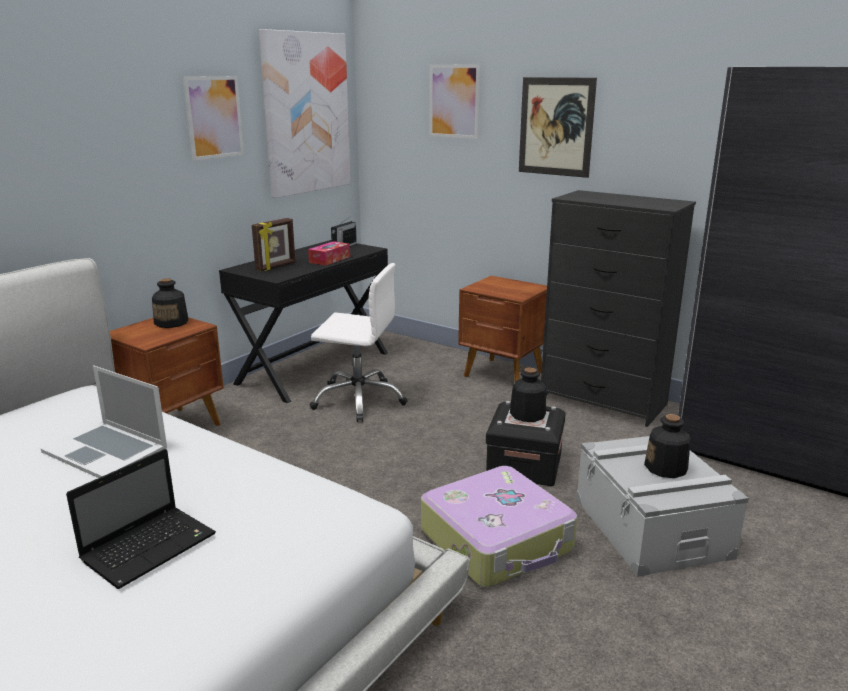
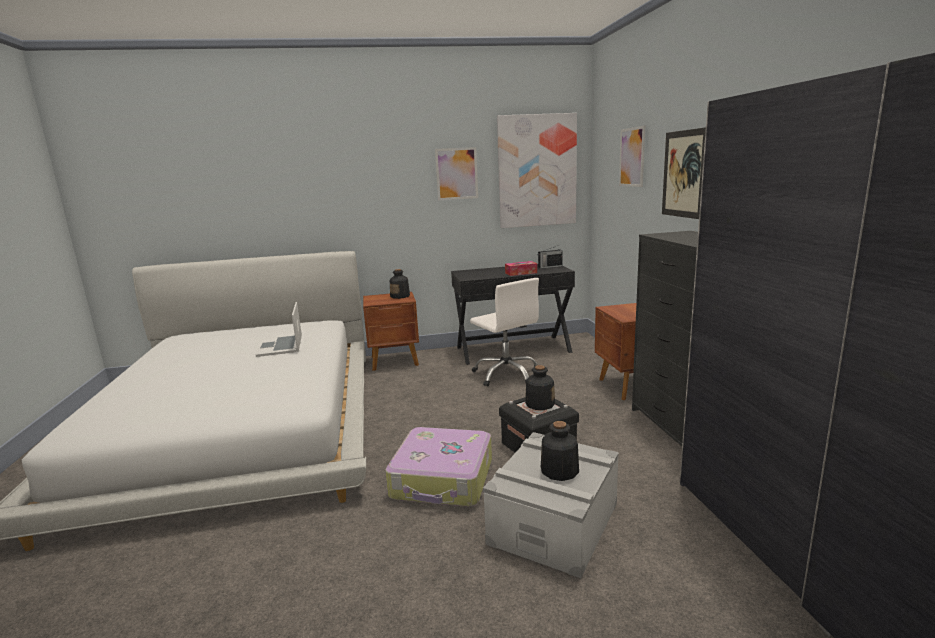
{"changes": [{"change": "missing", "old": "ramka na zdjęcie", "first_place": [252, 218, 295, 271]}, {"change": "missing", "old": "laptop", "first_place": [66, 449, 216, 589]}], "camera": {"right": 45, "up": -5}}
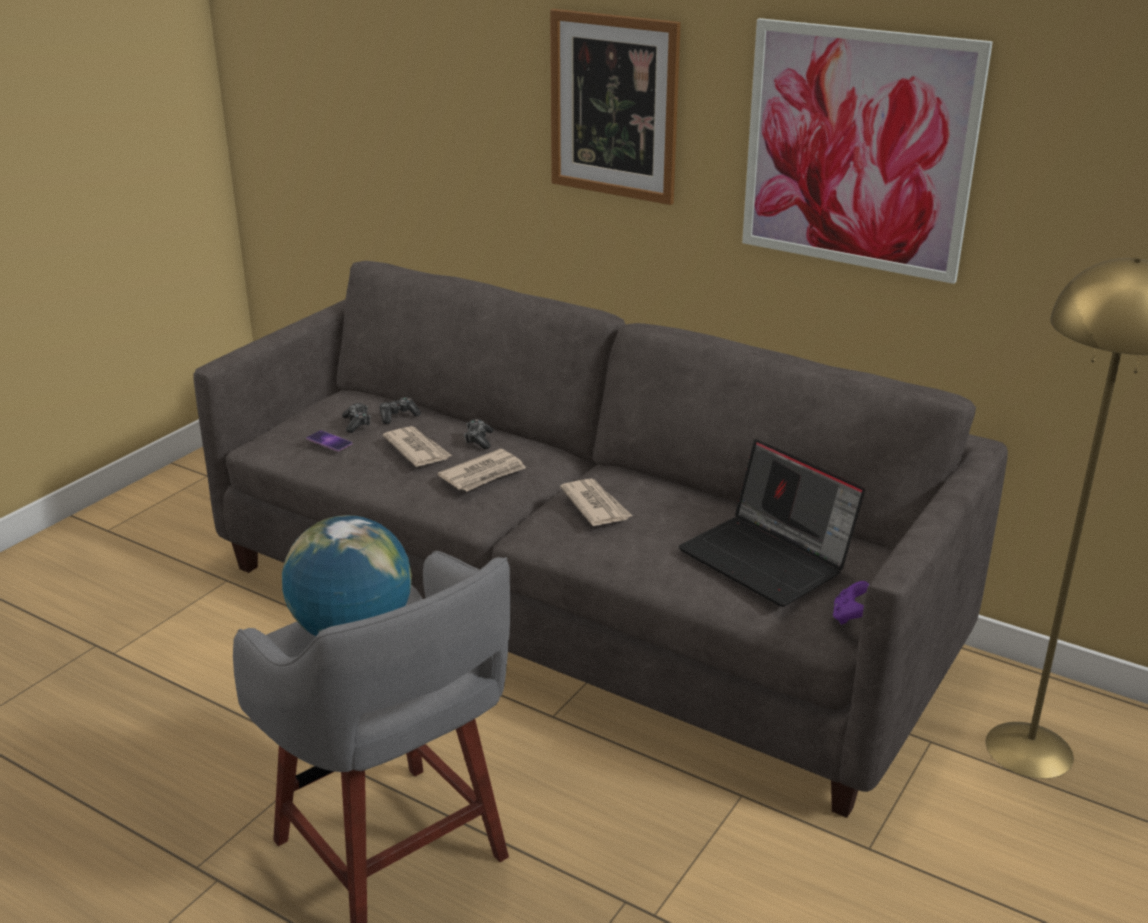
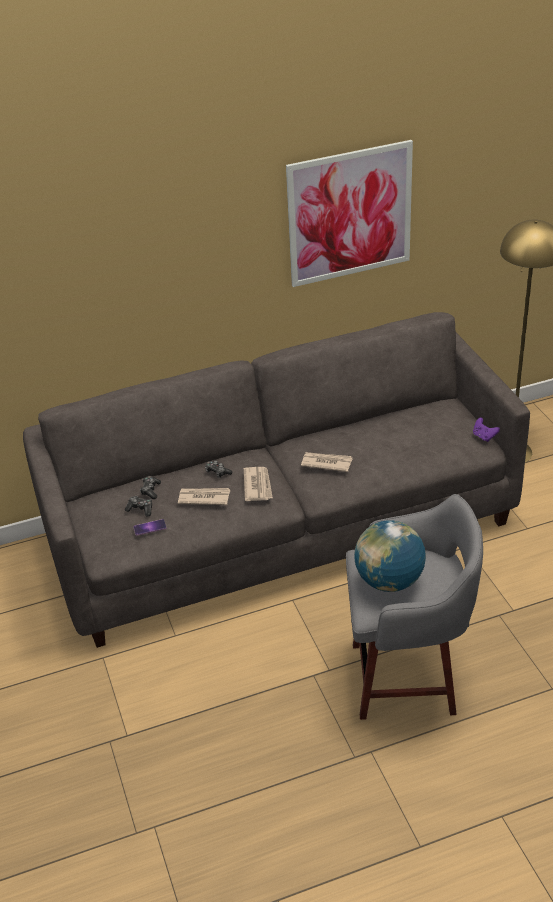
{"changes": [{"change": "missing", "old": "obraz", "first_place": [550, 9, 681, 205]}, {"change": "missing", "old": "laptop", "first_place": [678, 439, 865, 607]}], "camera": {"right": -50, "up": 10}}
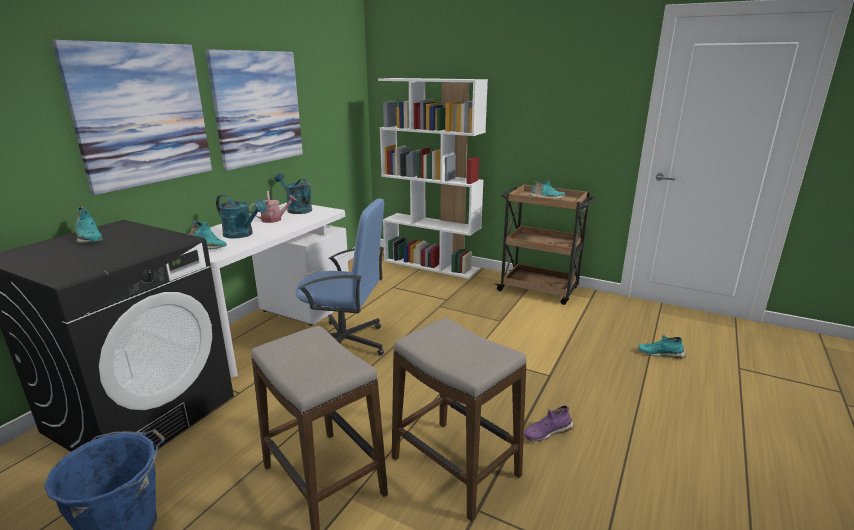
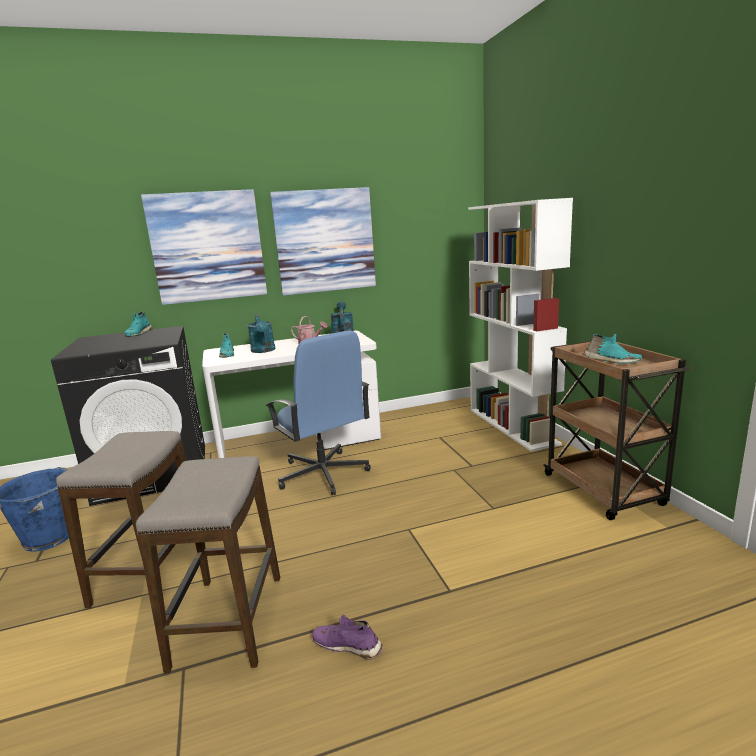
{"changes": [{"change": "missing", "old": "but (turkusowy)", "first_place": [638, 334, 686, 359]}], "camera": {"right": 45, "up": -5}}
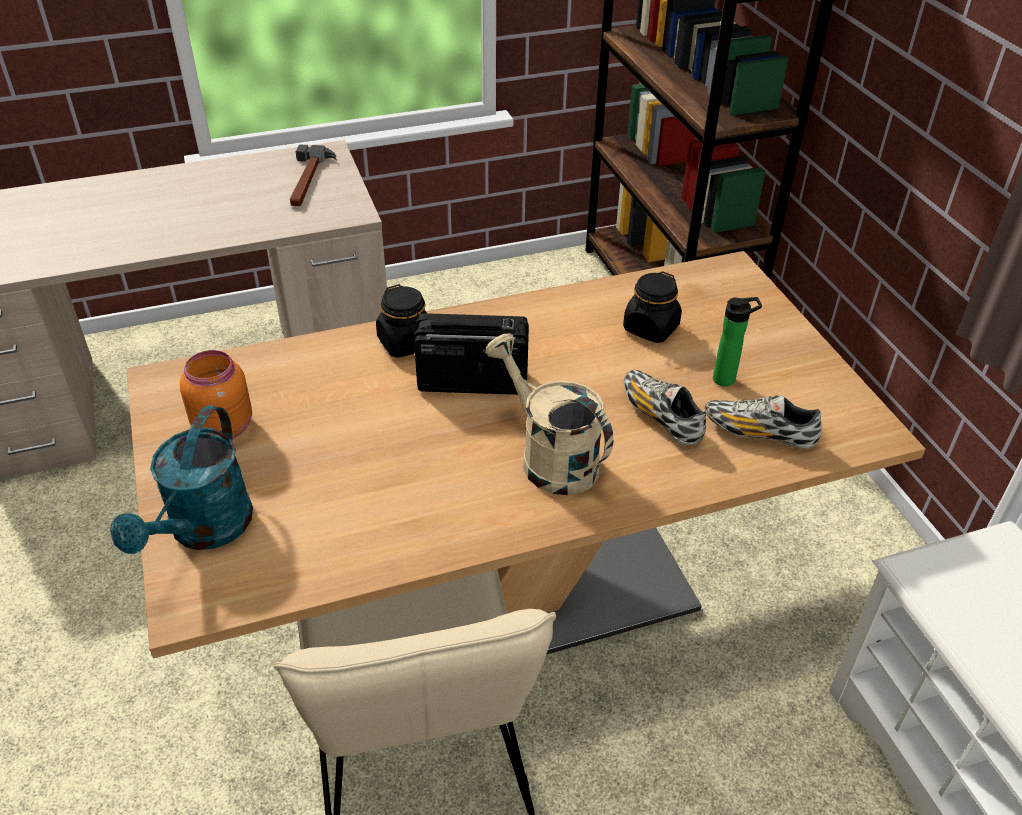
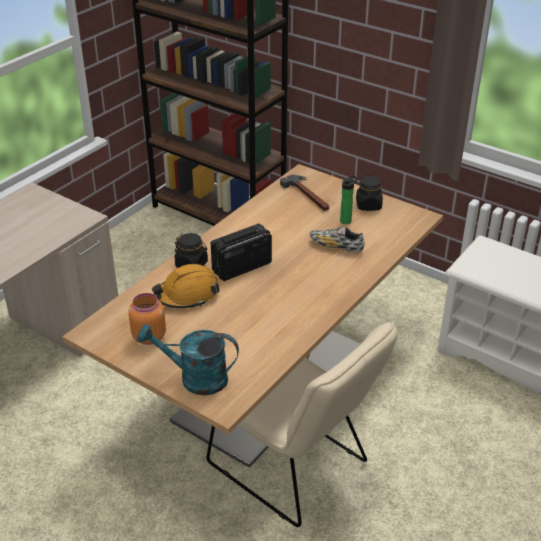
{"changes": [{"change": "relocated", "old": "młotek", "first_place": [290, 144, 337, 206], "second_place": [280, 174, 329, 211]}, {"change": "relocated", "old": "słoik (czarny)", "first_place": [623, 271, 682, 343], "second_place": [356, 175, 383, 211]}, {"change": "missing", "old": "konewka (beżowy)", "first_place": [485, 333, 614, 495]}, {"change": "missing", "old": "but", "first_place": [705, 395, 822, 449]}, {"change": "spun", "old": "konewka (turkusowy)", "first_place": [110, 405, 253, 554], "second_place": [137, 324, 239, 395], "degrees": 120}, {"change": "appeared", "new": "kask (pomarańczowy)", "second_place": [152, 264, 219, 308]}], "camera": {"right": -35, "up": -5}}
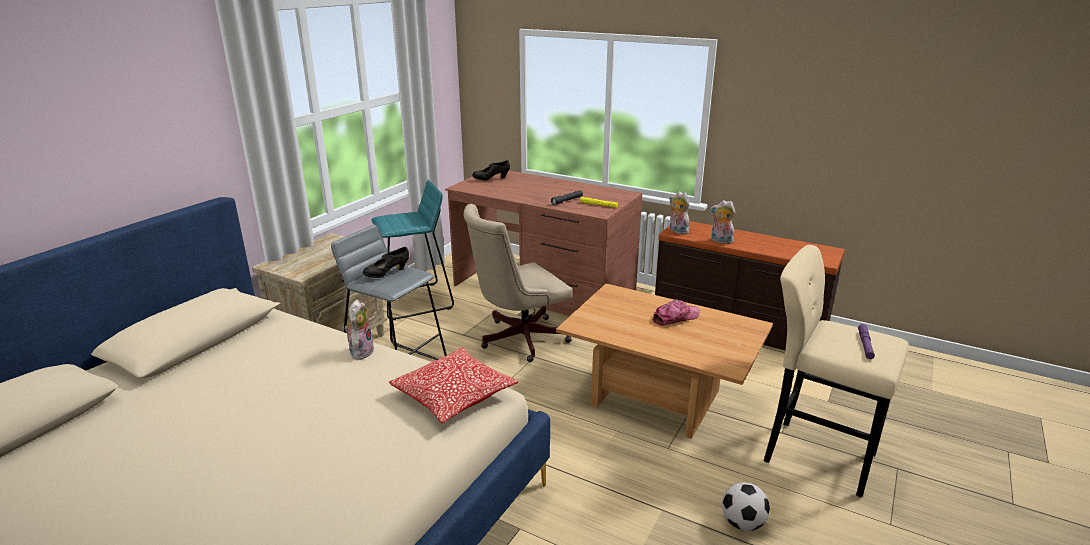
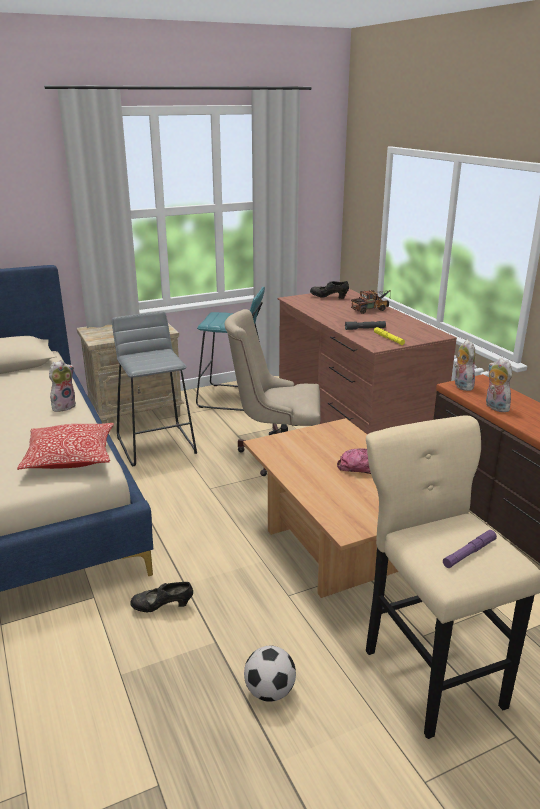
{"changes": [{"change": "relocated", "old": "but (czarny)", "first_place": [363, 247, 409, 278], "second_place": [130, 582, 193, 612]}, {"change": "appeared", "new": "ciężarówka zabawkowa", "second_place": [351, 290, 391, 314]}], "camera": {"right": 35, "up": 0}}
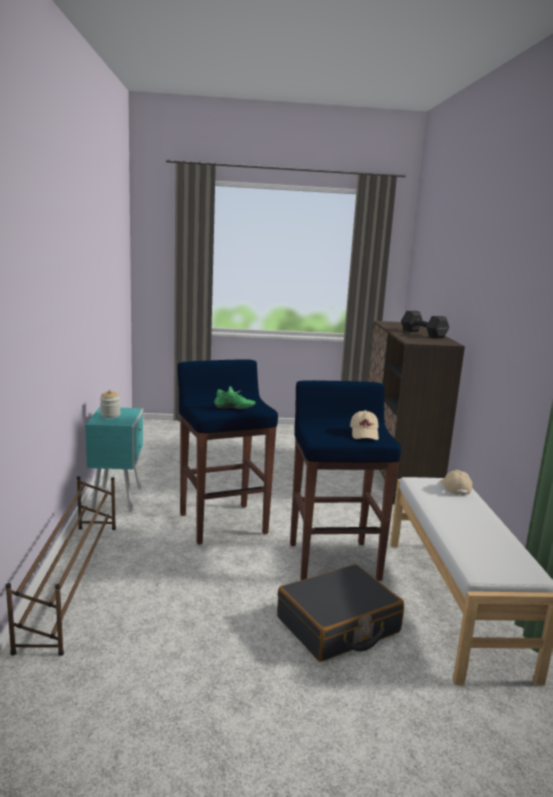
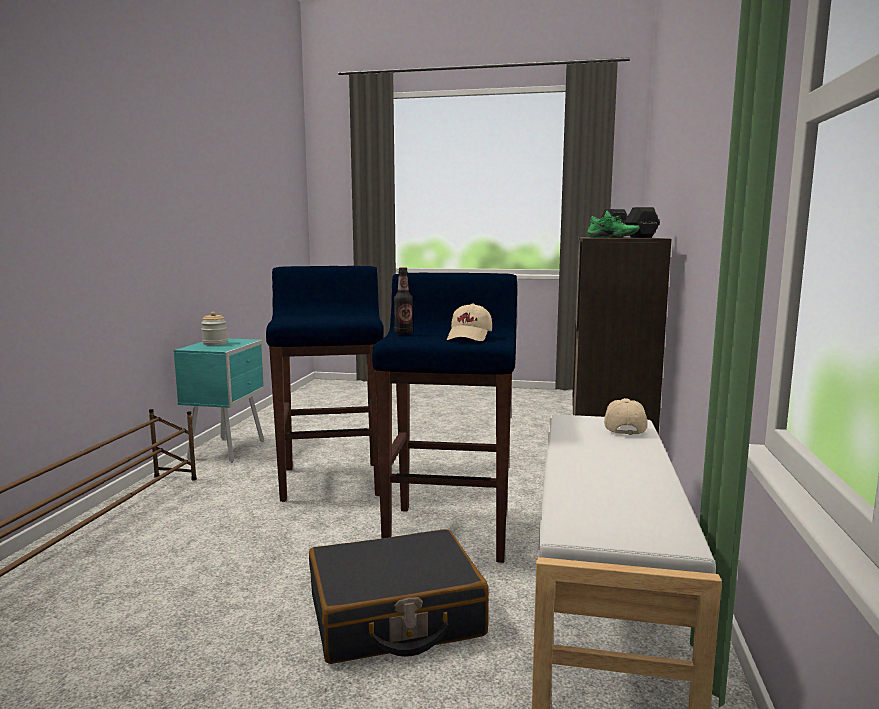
{"changes": [{"change": "relocated", "old": "but (zielony)", "first_place": [214, 386, 255, 409], "second_place": [587, 211, 639, 238]}, {"change": "appeared", "new": "butelka", "second_place": [394, 267, 413, 334]}], "camera": {"right": 15, "up": -5}}
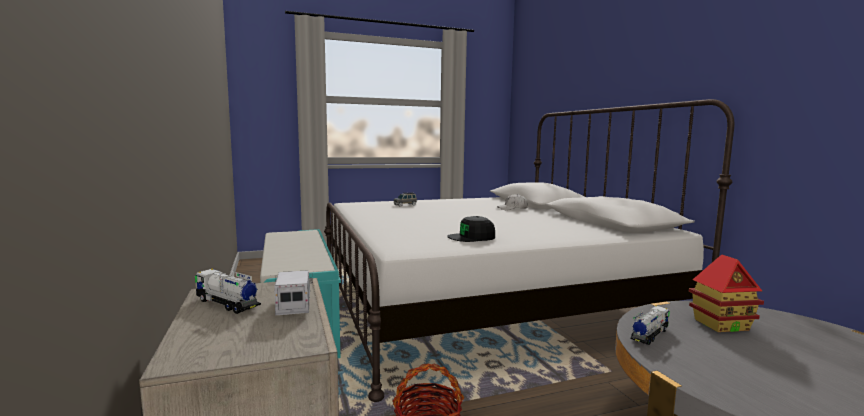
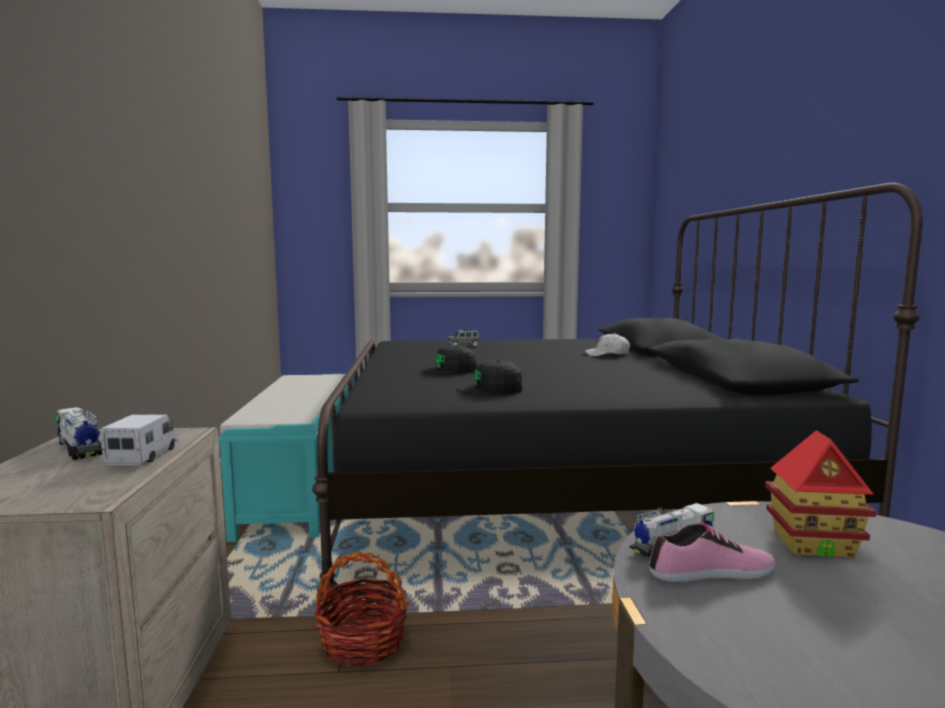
{"changes": [{"change": "colour", "old": "łóżko (biały)", "new": "łóżko (czarny)", "first_place": [324, 99, 735, 402], "second_place": [312, 183, 923, 596]}, {"change": "appeared", "new": "czapka z daszkiem (czarny)", "second_place": [421, 345, 477, 375]}, {"change": "appeared", "new": "but", "second_place": [650, 523, 776, 582]}], "camera": {"right": 15, "up": 0}}
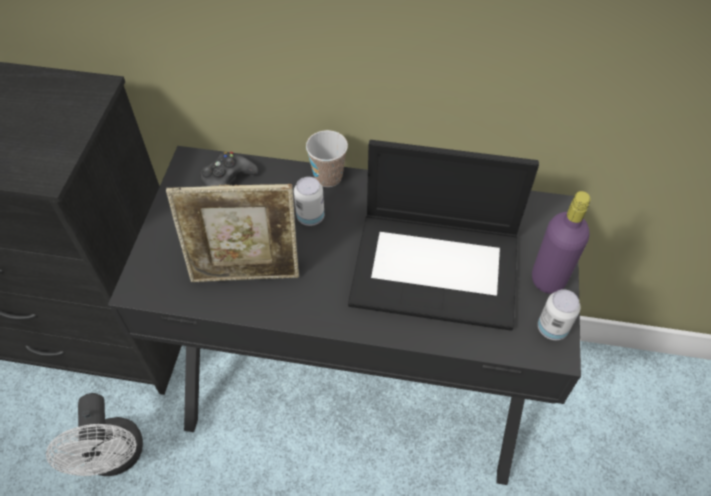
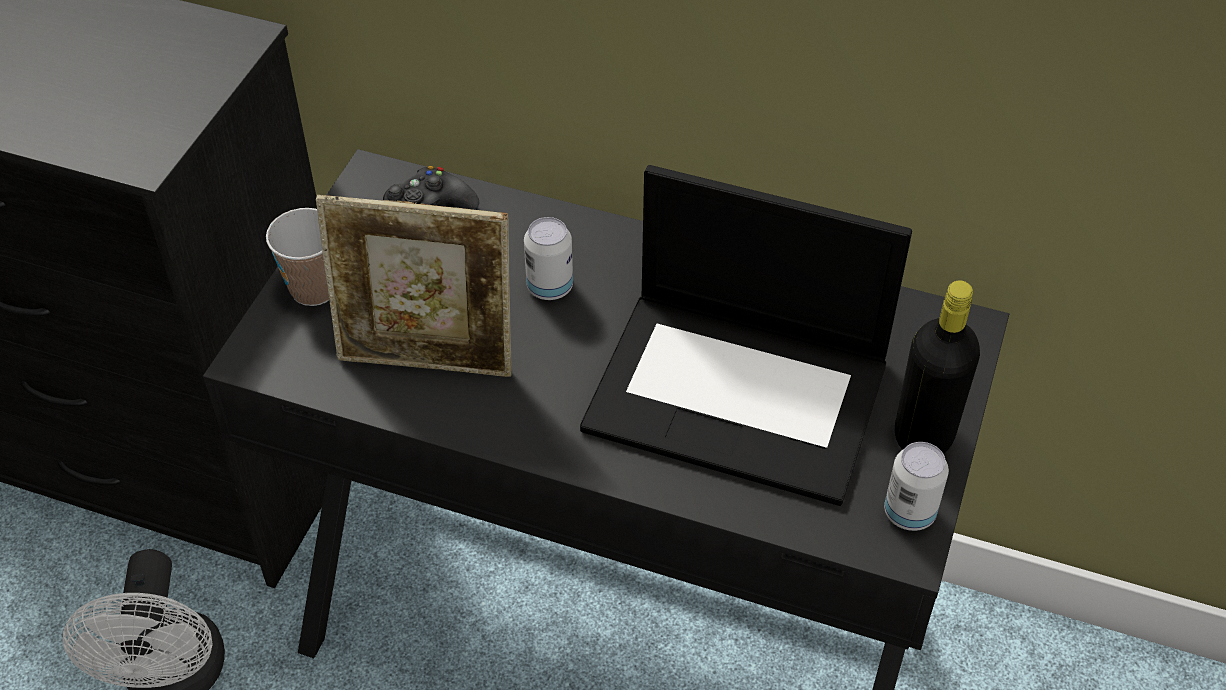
{"changes": [{"change": "relocated", "old": "filiżanka", "first_place": [306, 130, 348, 187], "second_place": [266, 208, 329, 306]}, {"change": "colour", "old": "butelka (fioletowy)", "new": "butelka (czarny)", "first_place": [532, 191, 591, 294], "second_place": [895, 281, 980, 454]}], "camera": {"right": 10, "up": -5}}
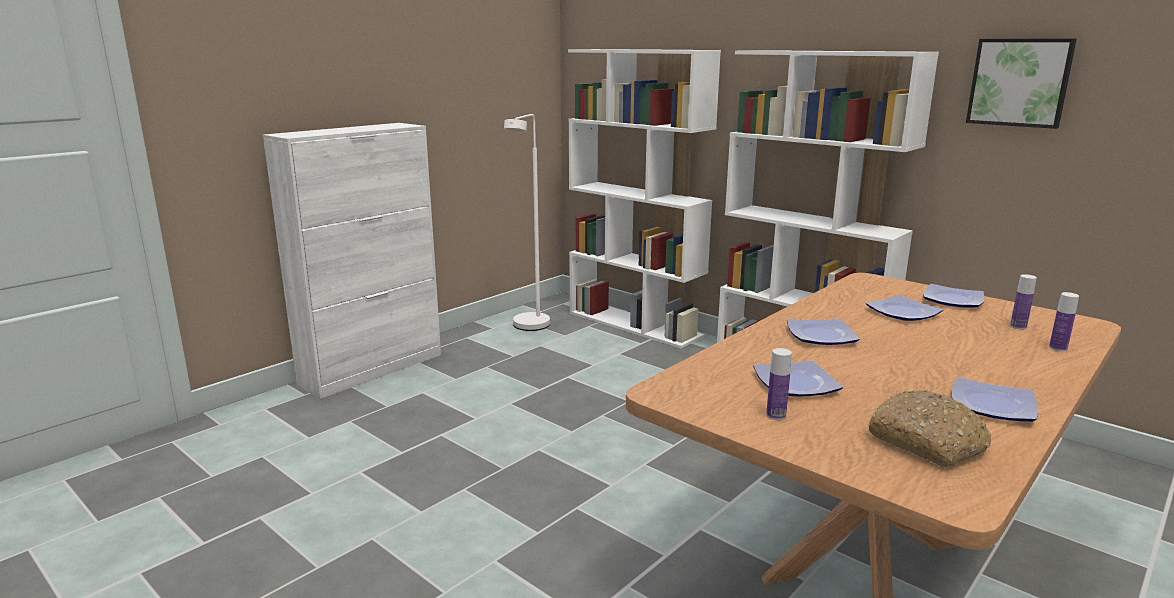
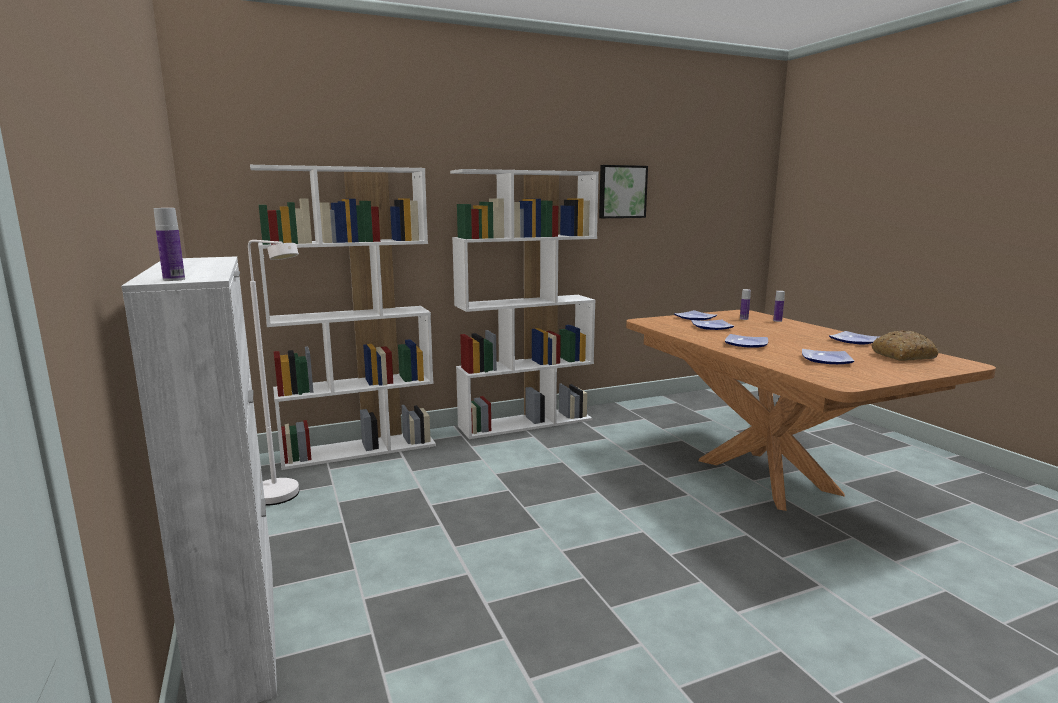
{"changes": [{"change": "relocated", "old": "butelka", "first_place": [766, 348, 792, 420], "second_place": [153, 208, 185, 281]}], "camera": {"right": -65, "up": -5}}
